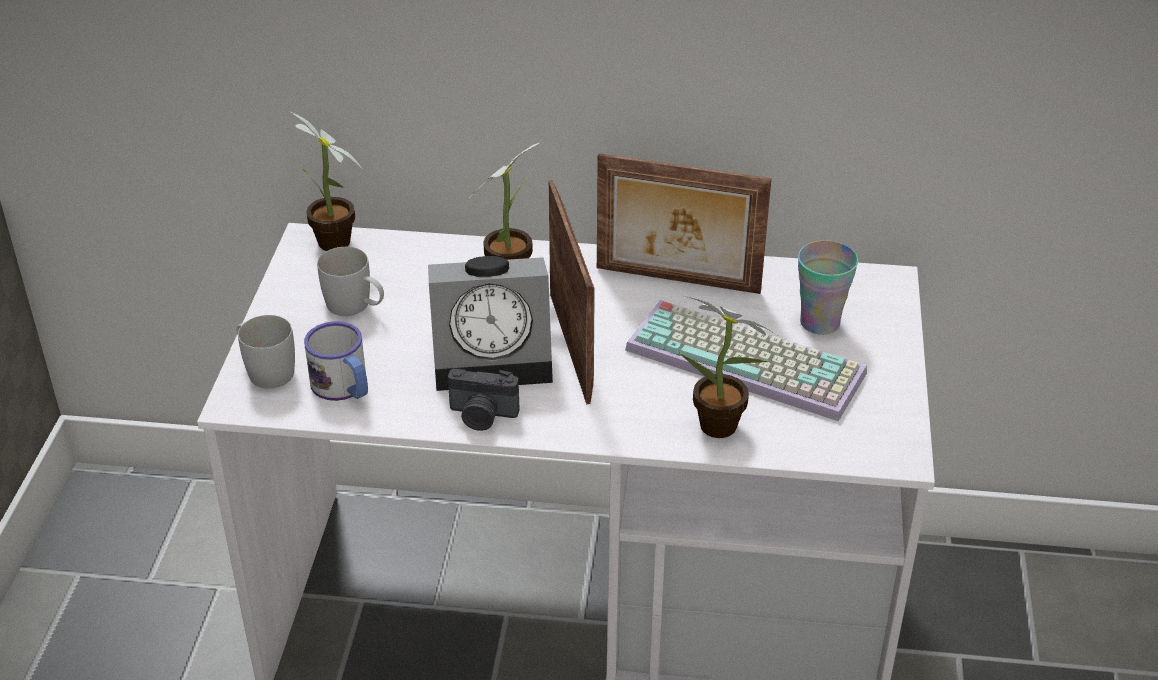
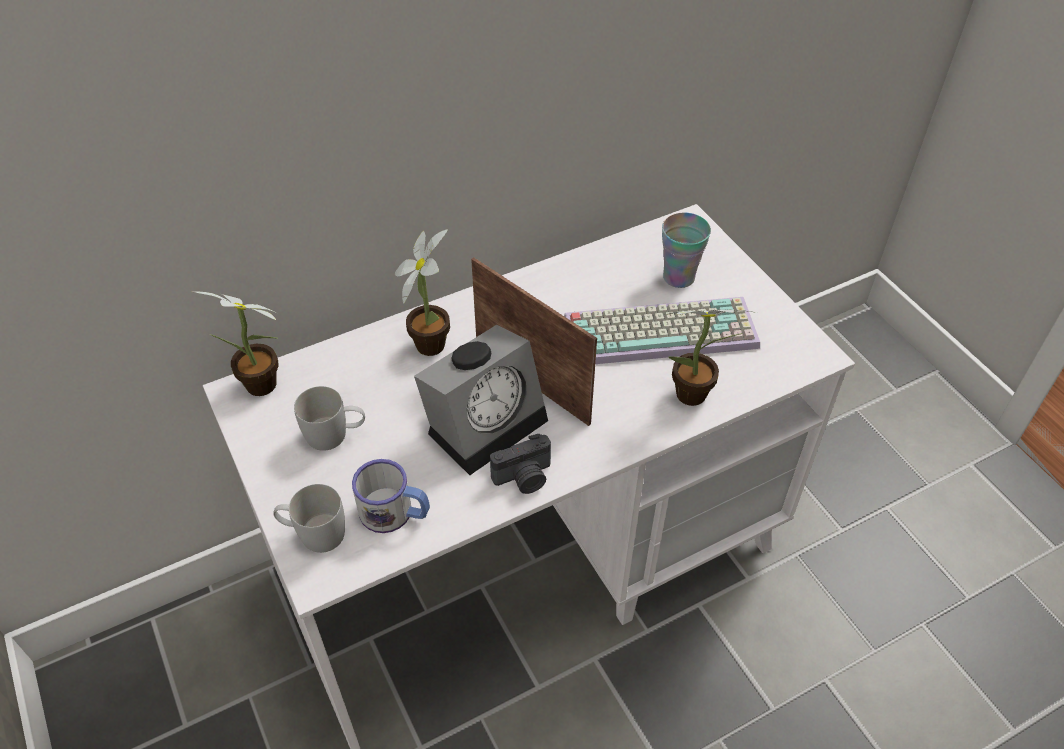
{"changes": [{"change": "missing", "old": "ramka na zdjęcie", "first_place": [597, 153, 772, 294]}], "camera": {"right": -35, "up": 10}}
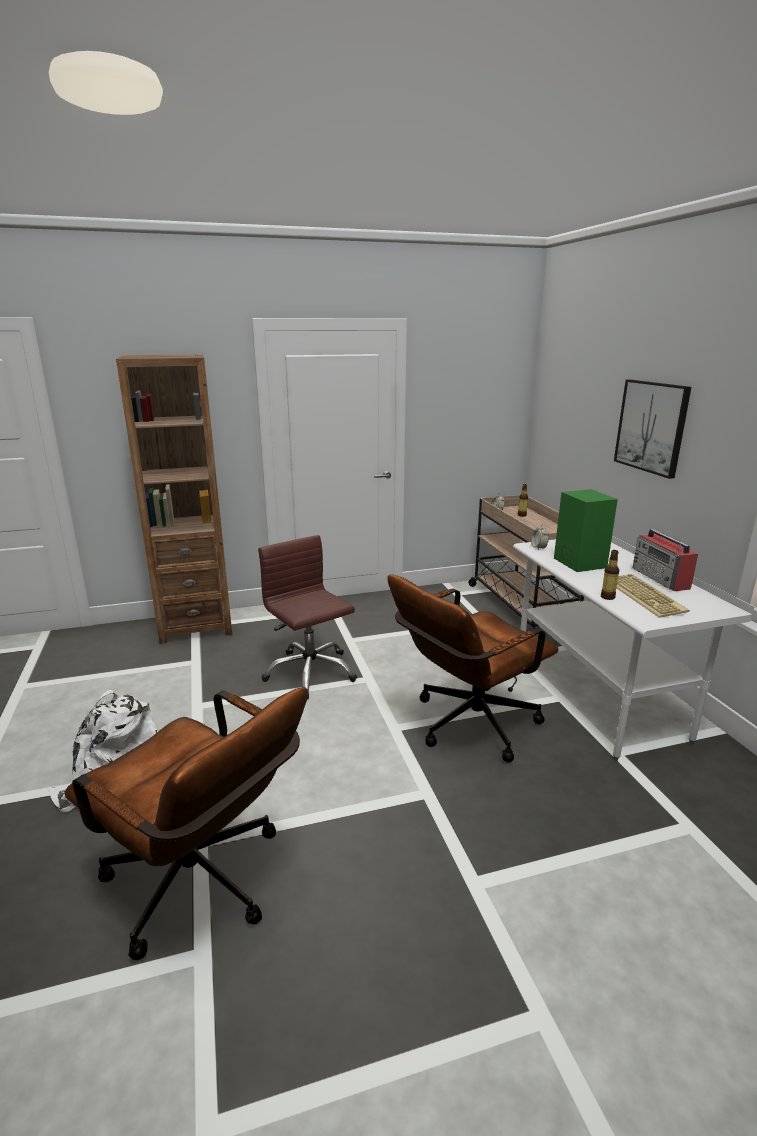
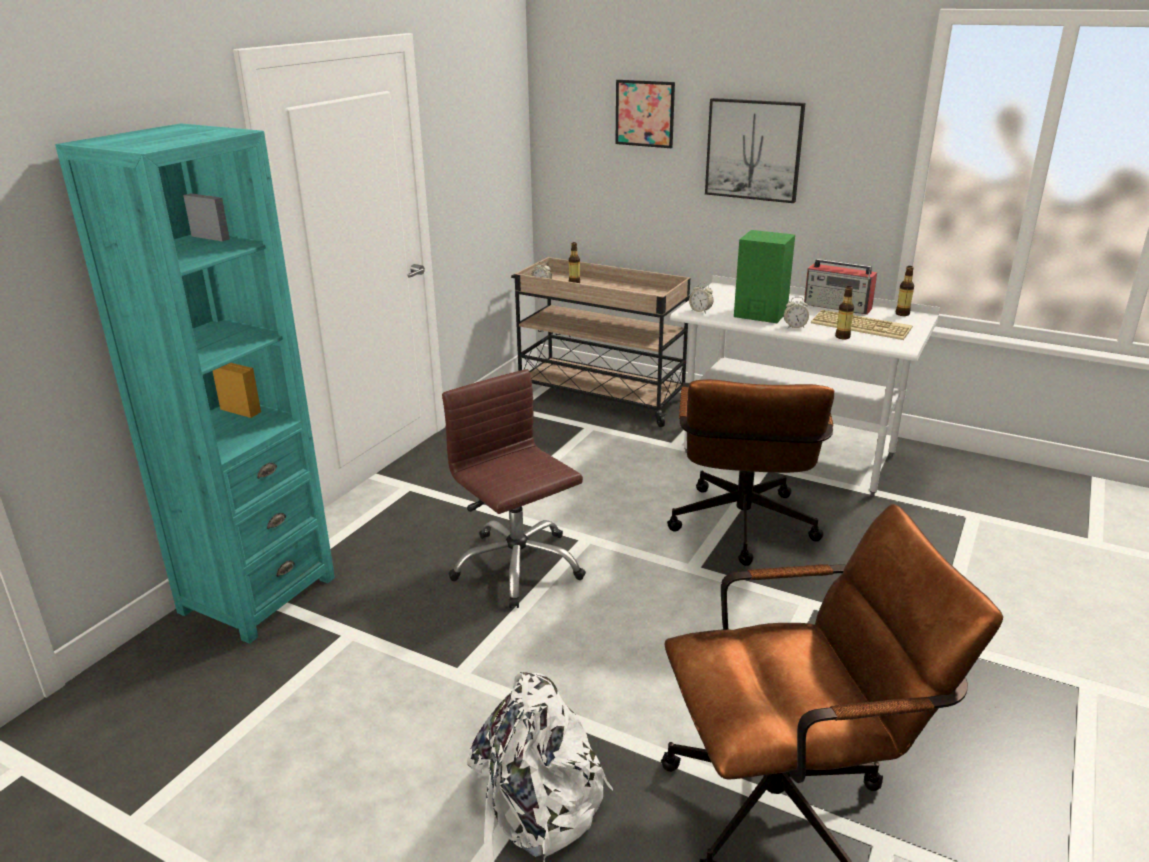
{"changes": [{"change": "colour", "old": "regał (brązowy)", "new": "regał (turkusowy)", "first_place": [116, 355, 232, 644], "second_place": [55, 123, 335, 644]}, {"change": "spun", "old": "krzesło biurowe (brązowy)", "first_place": [258, 535, 357, 699], "second_place": [442, 369, 586, 608], "degrees": 45}, {"change": "appeared", "new": "obraz", "second_place": [615, 80, 675, 148]}, {"change": "appeared", "new": "butelka", "second_place": [896, 266, 914, 316]}, {"change": "appeared", "new": "budzik", "second_place": [784, 297, 809, 328]}], "camera": {"right": -45, "up": 5}}
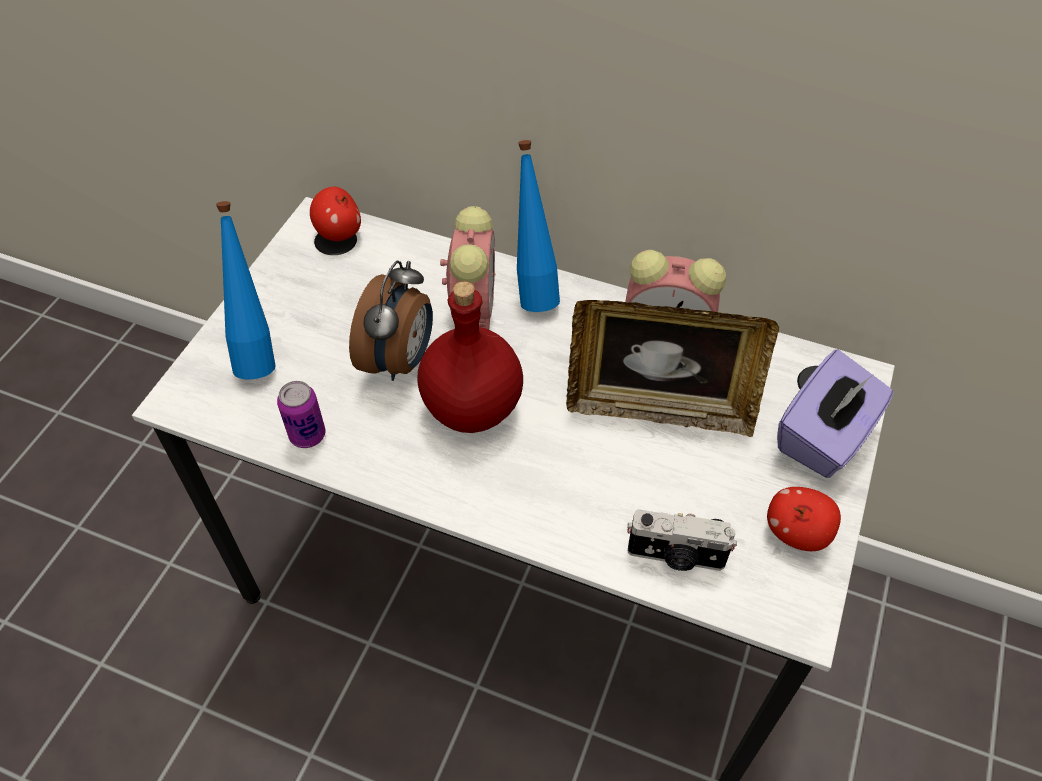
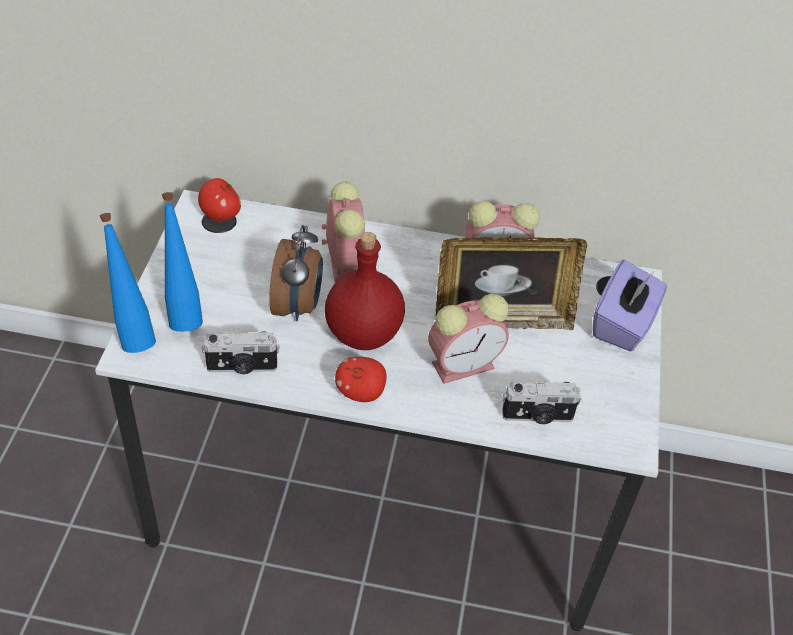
{"changes": [{"change": "relocated", "old": "butelka (niebieski)", "first_place": [517, 140, 560, 312], "second_place": [100, 213, 156, 353]}, {"change": "exchanged", "old": "puszka", "new": "aparat fotograficzny", "first_place": [277, 381, 326, 448], "second_place": [202, 331, 280, 374]}, {"change": "relocated", "old": "jabłko", "first_place": [767, 487, 841, 551], "second_place": [335, 357, 387, 402]}, {"change": "appeared", "new": "budzik", "second_place": [428, 294, 509, 384]}], "camera": {"right": -15, "up": -5}}
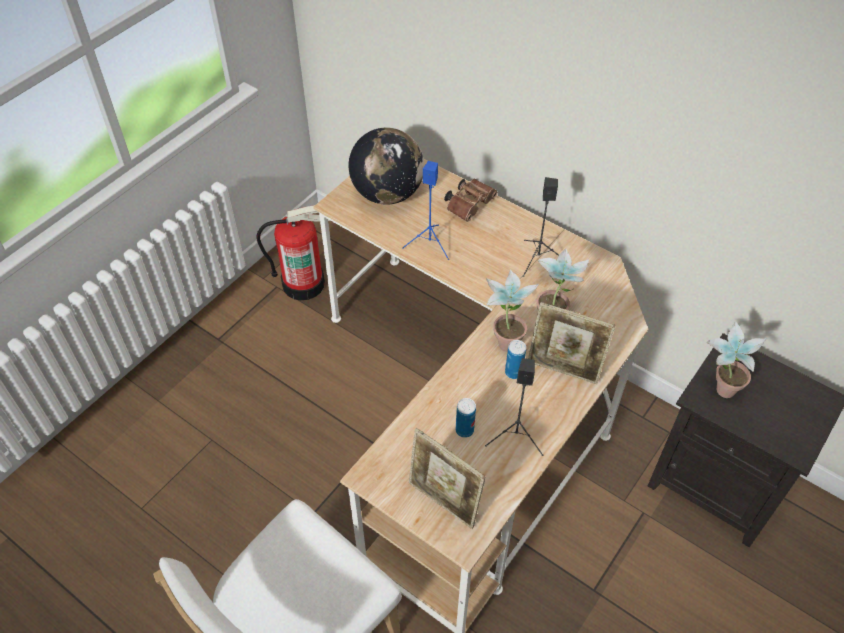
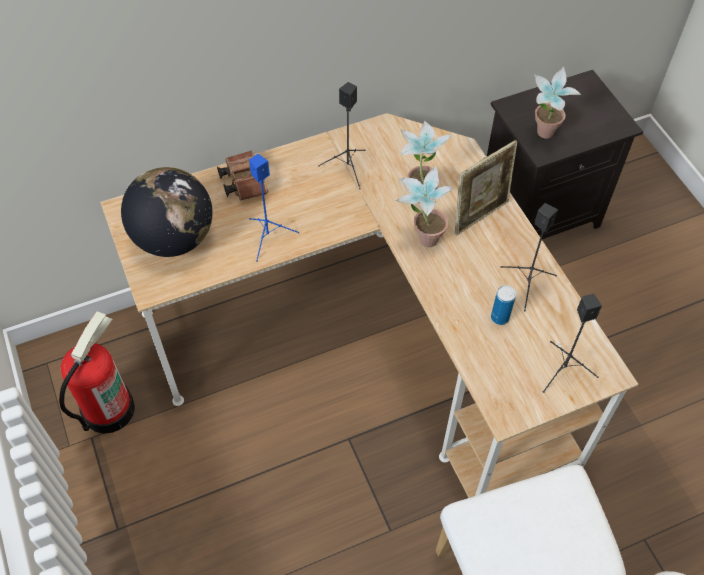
{"changes": [{"change": "missing", "old": "puszka", "first_place": [505, 340, 526, 379]}, {"change": "exchanged", "old": "ramka na zdjęcie", "new": "głośnik (czarny)", "first_place": [409, 428, 486, 529], "second_place": [543, 294, 602, 393]}], "camera": {"right": -60, "up": 5}}
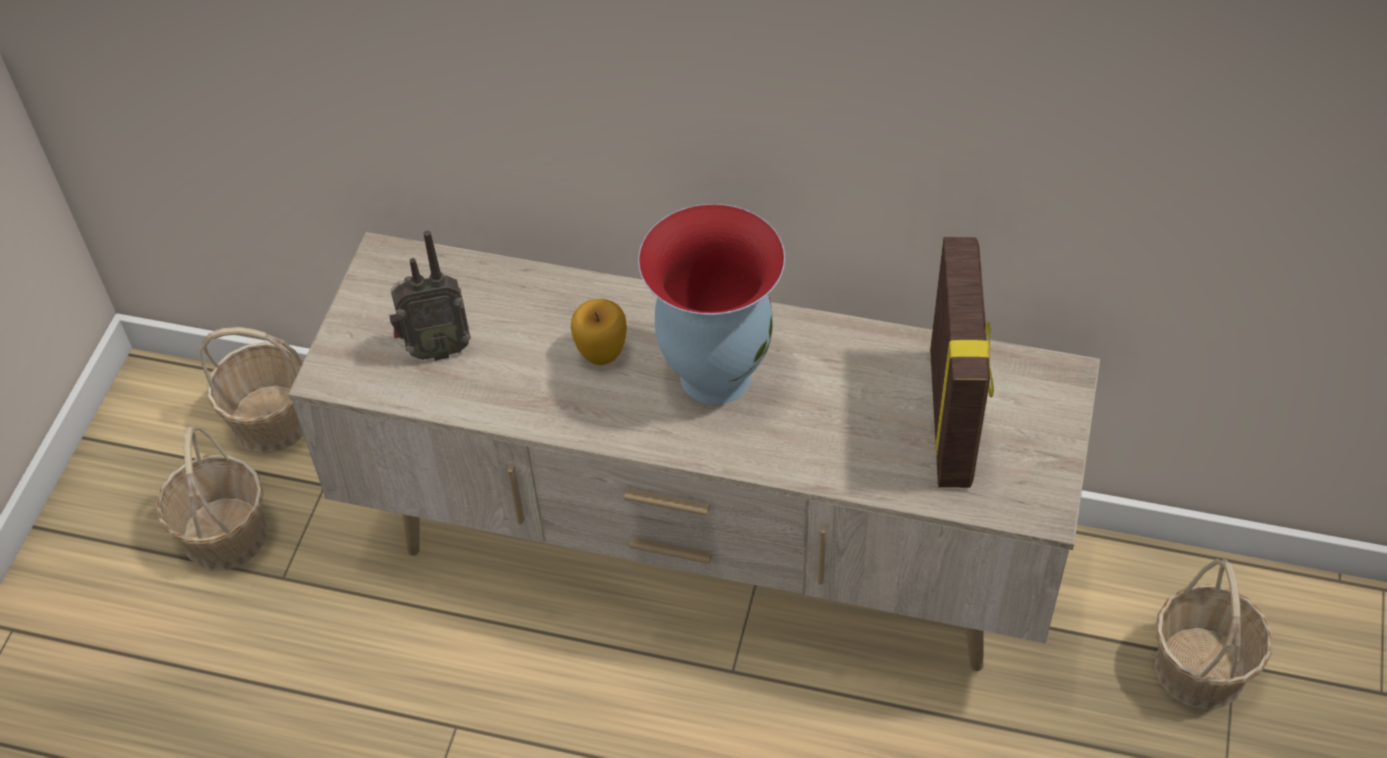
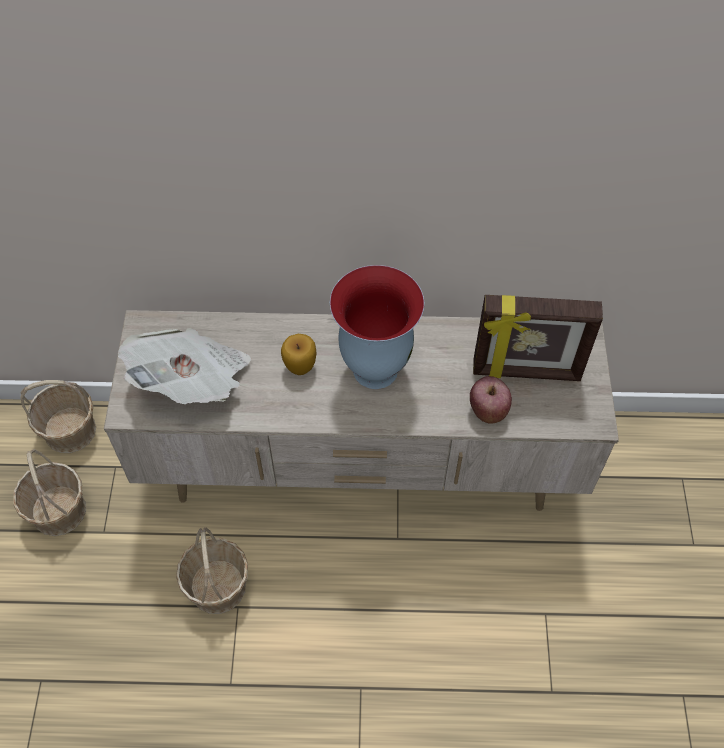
{"changes": [{"change": "exchanged", "old": "radio", "new": "gazeta", "first_place": [389, 230, 471, 361], "second_place": [118, 328, 251, 404]}, {"change": "spun", "old": "ramka na zdjęcie", "first_place": [930, 237, 994, 488], "second_place": [473, 295, 603, 381], "degrees": 105}, {"change": "relocated", "old": "koszyk", "first_place": [1155, 559, 1272, 710], "second_place": [176, 527, 248, 614]}, {"change": "appeared", "new": "jabłko", "second_place": [470, 376, 512, 424]}], "camera": {"right": -15, "up": 5}}
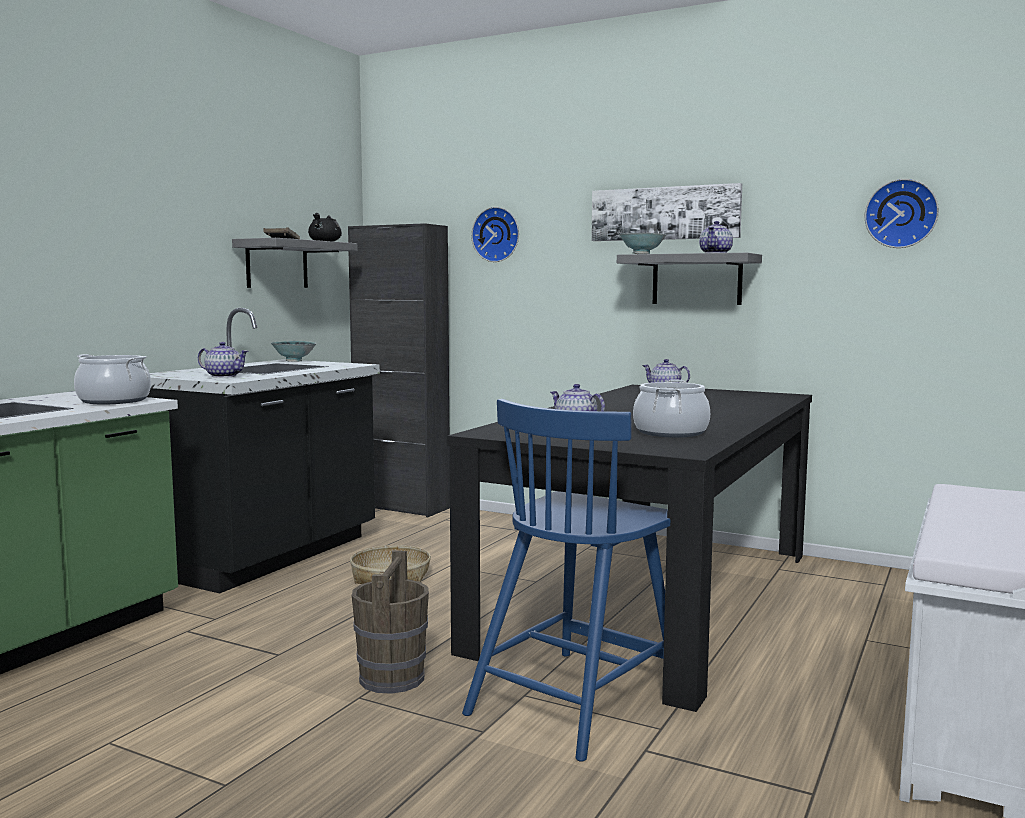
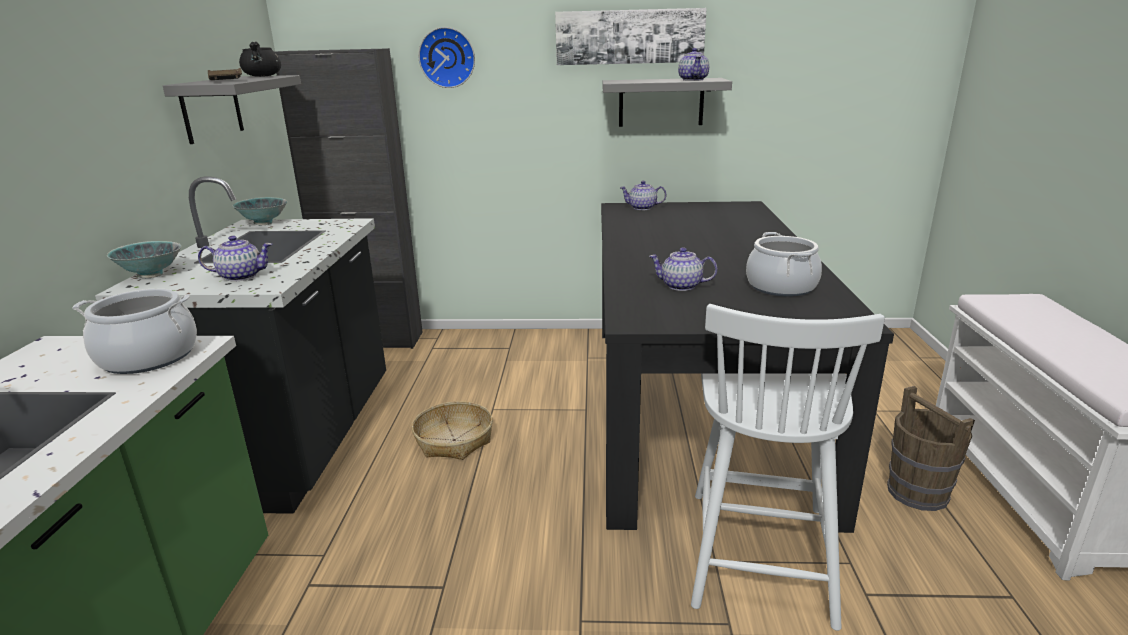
{"changes": [{"change": "missing", "old": "zegar ścienny", "first_place": [865, 179, 939, 248]}, {"change": "relocated", "old": "miska", "first_place": [619, 233, 666, 254], "second_place": [107, 241, 181, 278]}, {"change": "colour", "old": "krzesło (niebieski)", "new": "krzesło (biały)", "first_place": [462, 399, 670, 762], "second_place": [691, 304, 885, 631]}, {"change": "relocated", "old": "wiadro (brązowy)", "first_place": [352, 551, 429, 694], "second_place": [887, 386, 975, 511]}], "camera": {"right": -25, "up": 15}}
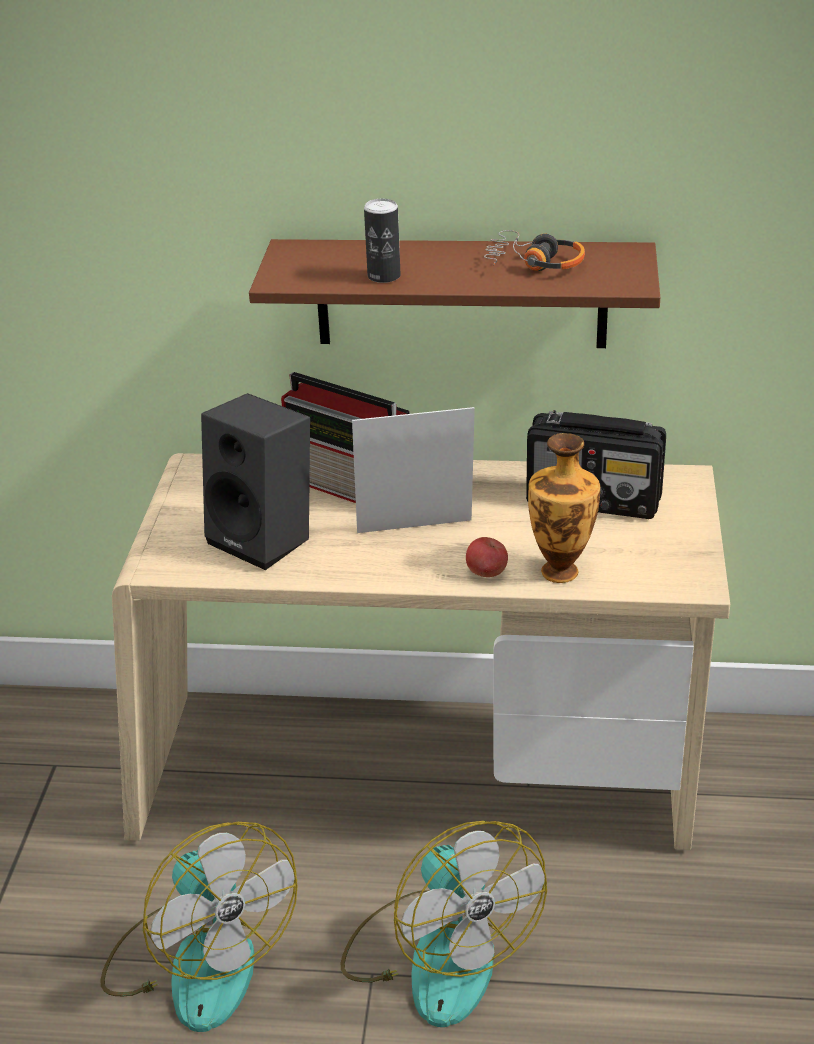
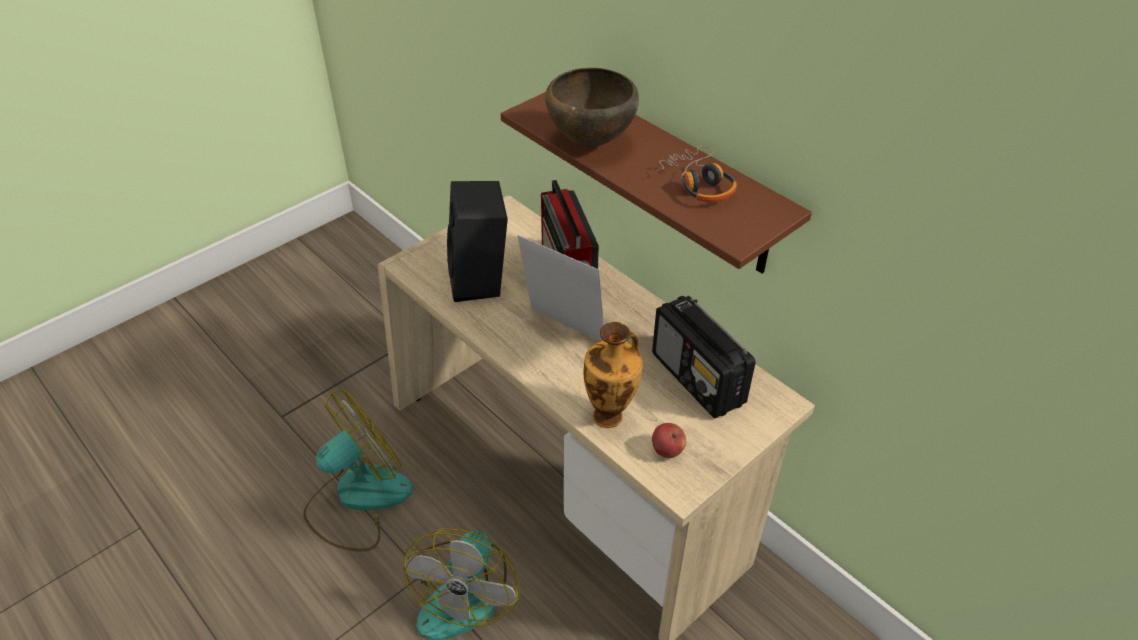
{"changes": [{"change": "exchanged", "old": "puszka", "new": "miska (brązowy)", "first_place": [364, 199, 401, 283], "second_place": [545, 68, 639, 147]}, {"change": "relocated", "old": "jabłko", "first_place": [466, 537, 508, 577], "second_place": [652, 423, 686, 458]}, {"change": "spun", "old": "wentylator", "first_place": [100, 822, 298, 1032], "second_place": [303, 390, 413, 551], "degrees": -135}], "camera": {"right": 40, "up": 10}}
